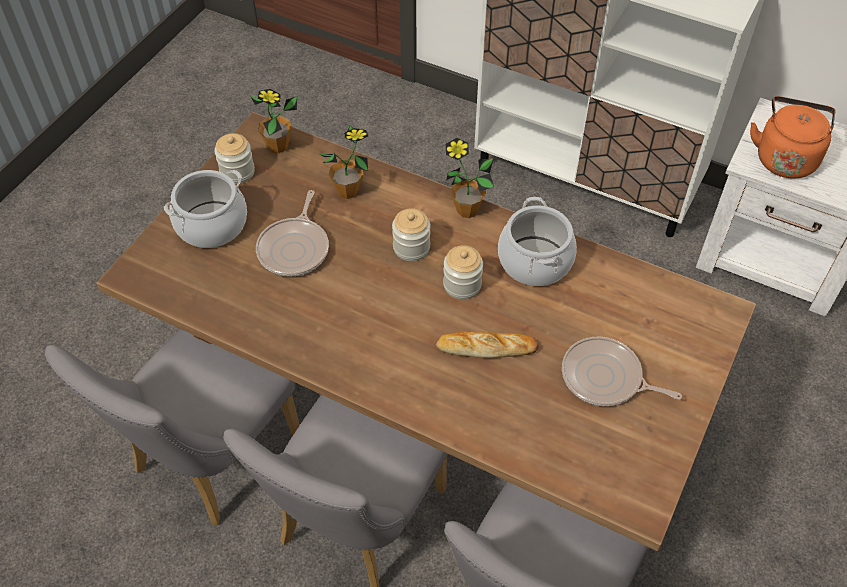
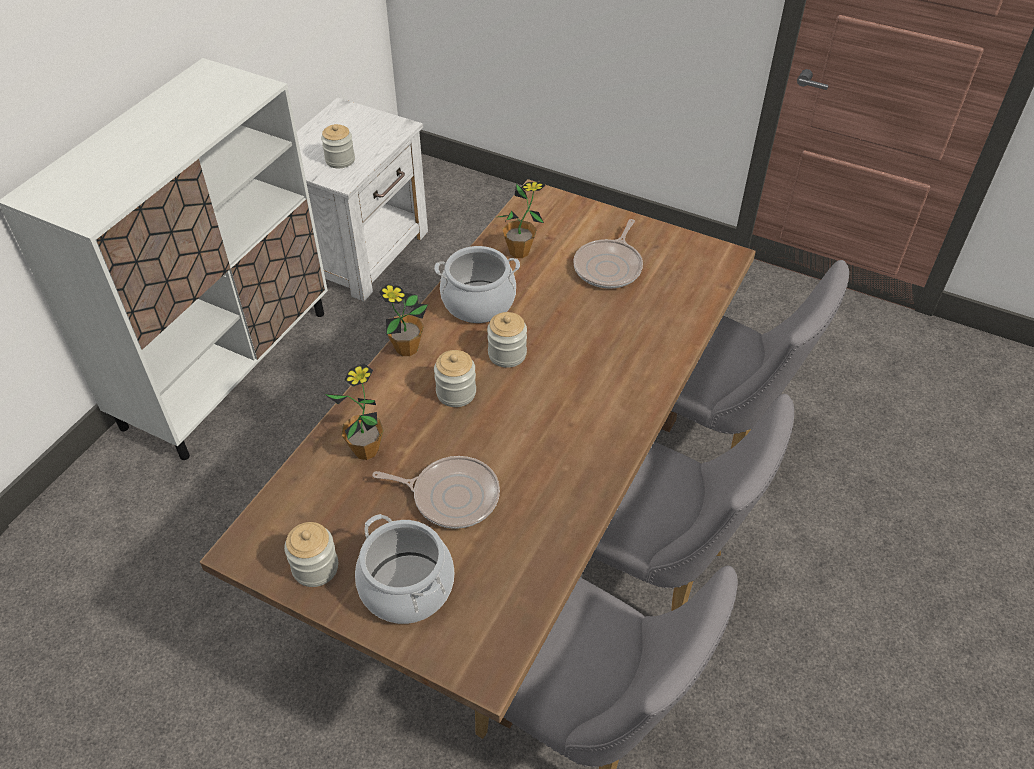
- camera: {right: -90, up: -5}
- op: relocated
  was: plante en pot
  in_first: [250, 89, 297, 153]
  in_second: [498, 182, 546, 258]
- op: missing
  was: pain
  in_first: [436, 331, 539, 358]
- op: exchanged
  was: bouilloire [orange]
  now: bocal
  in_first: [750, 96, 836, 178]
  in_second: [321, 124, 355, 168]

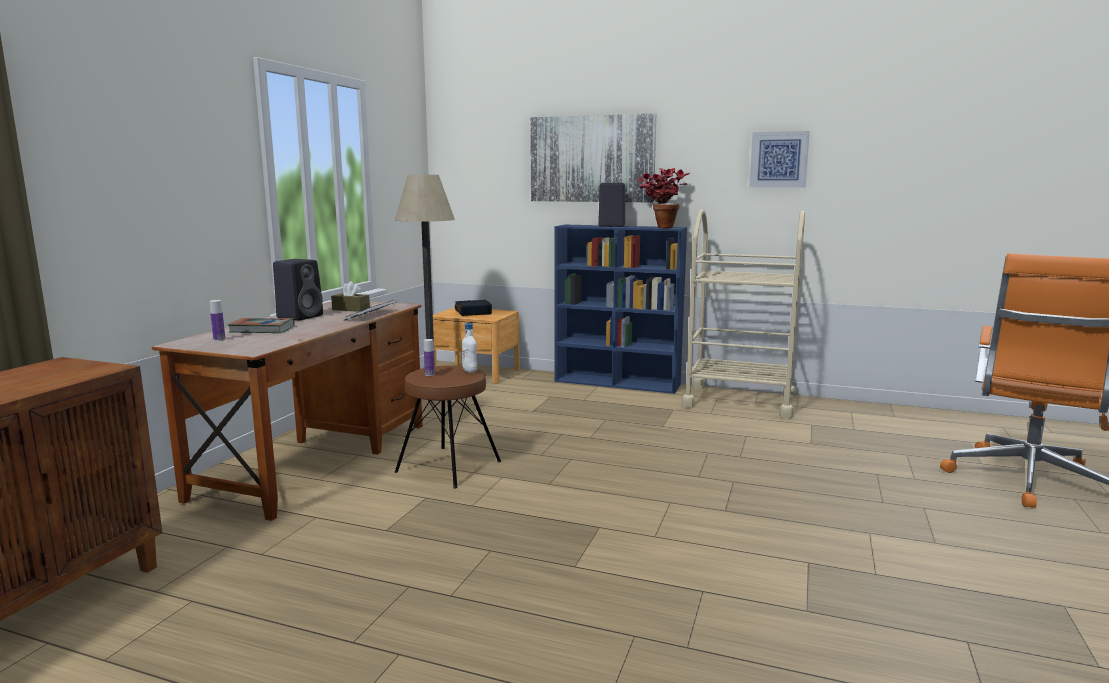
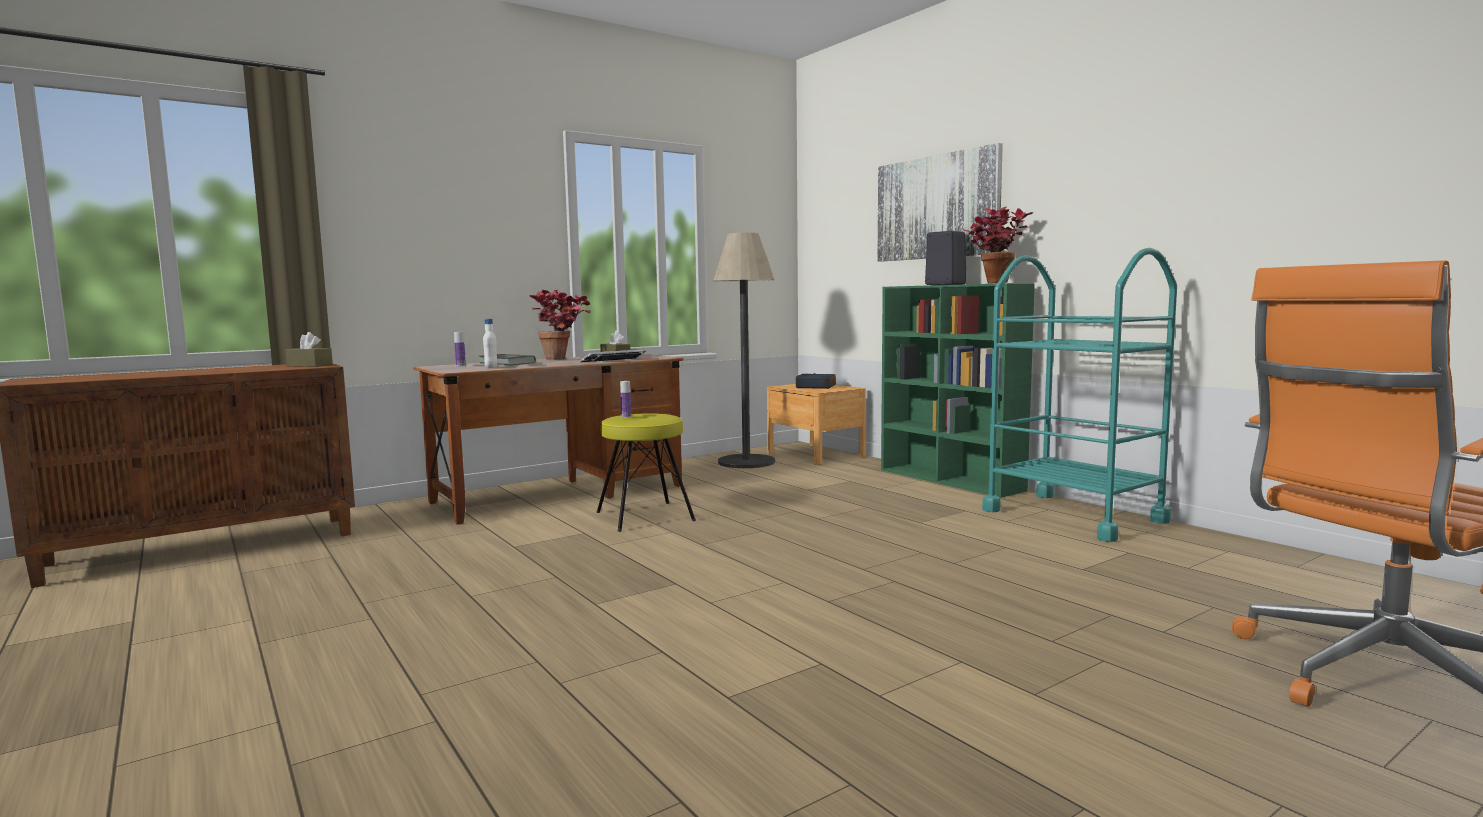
- camera: {right: 35, up: -5}
- op: exchanged
  was: enceinte [noir]
  now: plante en pot
  in_first: [273, 259, 323, 321]
  in_second: [529, 290, 591, 360]
- op: colour
  was: tabouret [marron]
  now: tabouret [jaune]
  in_first: [394, 365, 501, 489]
  in_second: [596, 413, 696, 532]
- op: relocated
  was: bouteille [blanc]
  in_first: [462, 323, 477, 373]
  in_second: [483, 319, 498, 368]
- op: colour
  was: bibliothèque [bleu]
  now: bibliothèque [vert]
  in_first: [554, 225, 687, 394]
  in_second: [881, 283, 1035, 498]
- op: colour
  was: chariot [beige]
  now: chariot [turquoise]
  in_first: [682, 209, 805, 419]
  in_second: [982, 248, 1177, 542]
- op: missing
  was: tableau
  in_first: [749, 131, 810, 188]
- op: appeared
  now: boîte à mouchoirs [marron]
  in_second: [285, 332, 333, 367]

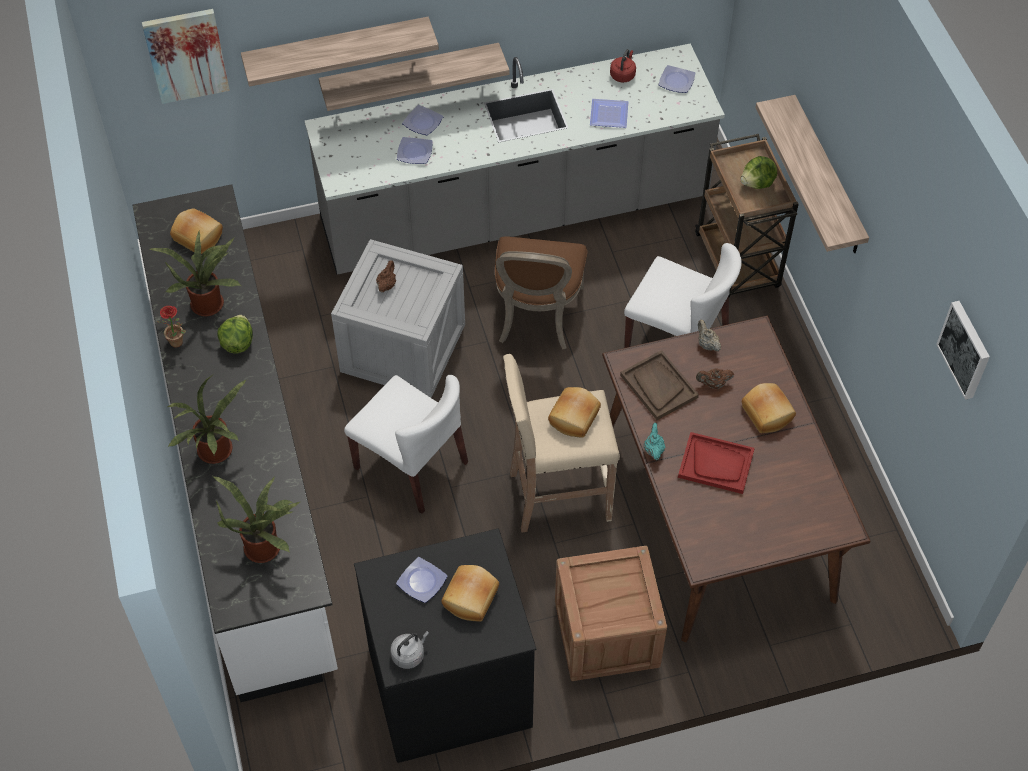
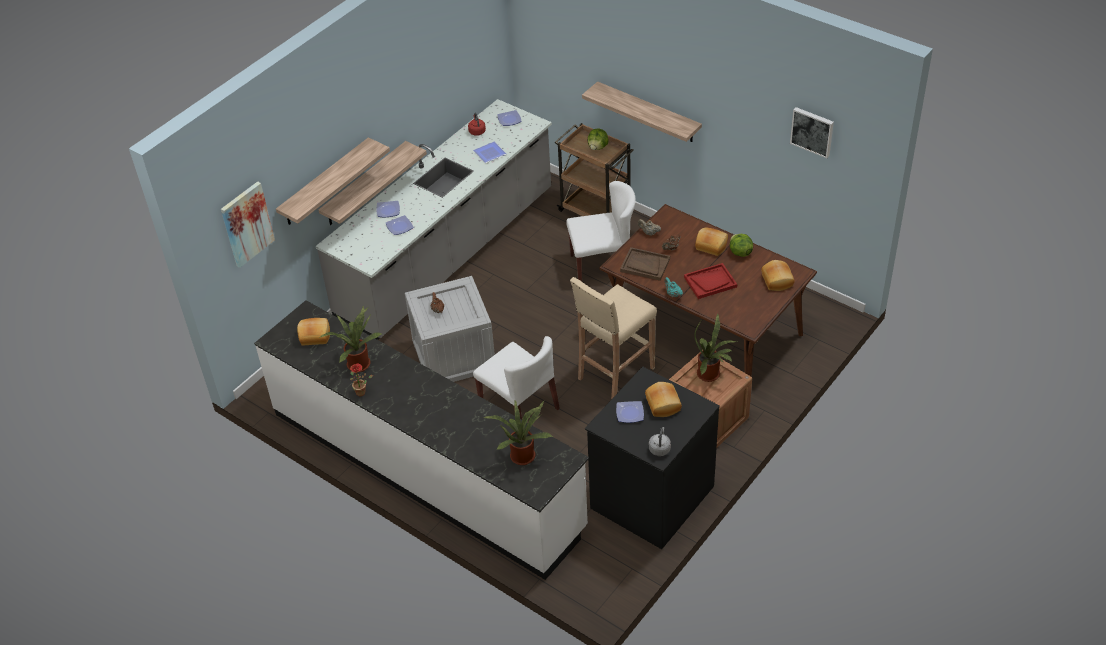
- camera: {right: -35, up: -10}
- op: relocated
  was: plante en pot
  in_first: [168, 374, 246, 464]
  in_second: [694, 314, 737, 382]
- op: relocated
  was: laitue
  in_first: [217, 315, 253, 353]
  in_second: [730, 234, 753, 257]
- op: spun
  was: chaise [blanc]
  in_first: [344, 375, 468, 514]
  in_second: [473, 336, 560, 420]
  clockwise: 45
- op: missing
  was: chaise [marron]
  in_first: [495, 236, 587, 349]
- op: relocated
  was: pain
  in_first: [548, 387, 601, 438]
  in_second: [761, 260, 795, 291]

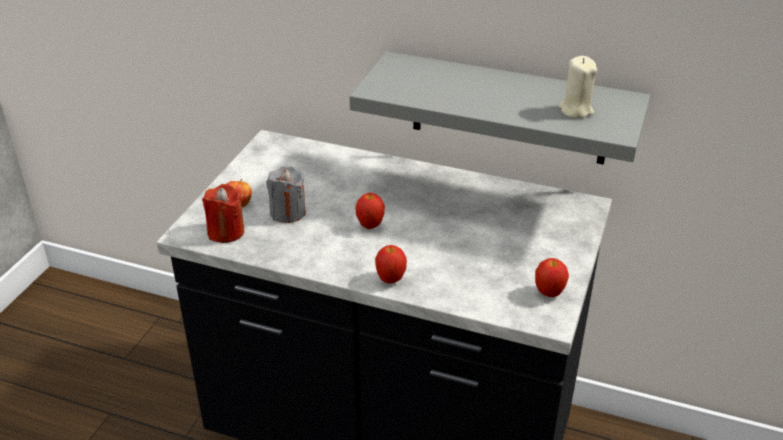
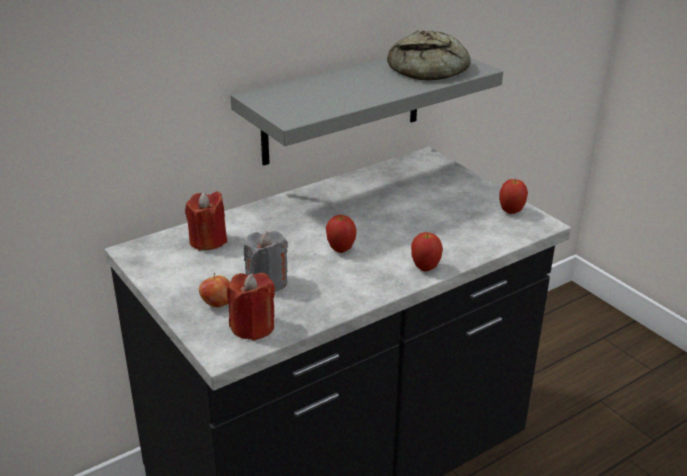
- camera: {right: -55, up: -5}
- op: exchanged
  was: bougie [beige]
  now: pain
  in_first: [558, 56, 597, 118]
  in_second: [387, 30, 471, 80]
- op: appeared
  now: bougie [rouge]
  in_second: [185, 191, 227, 251]

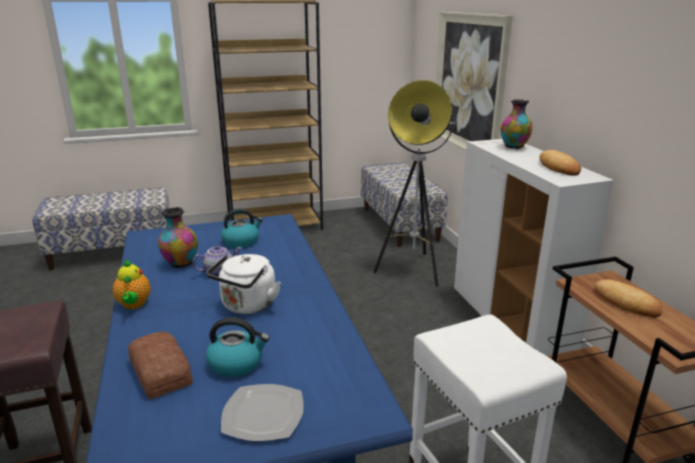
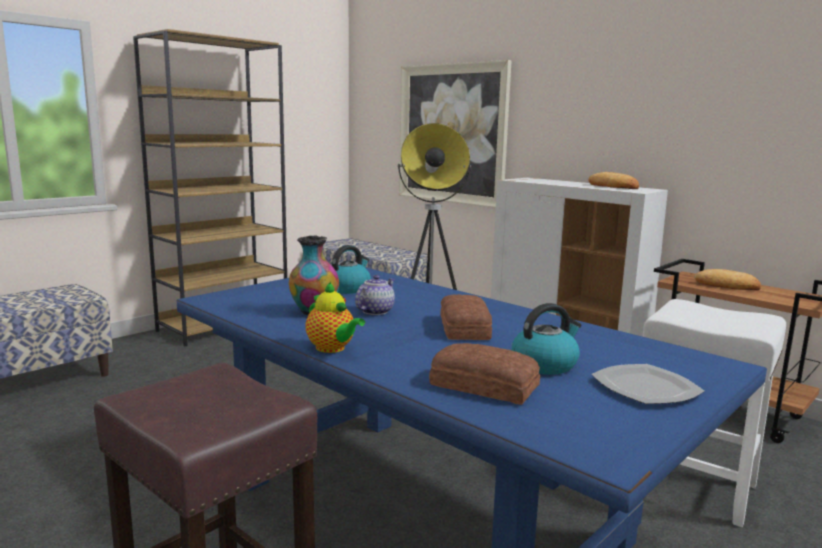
- camera: {right: -30, up: -10}
- op: exchanged
  was: bouilloire [blanc]
  now: pain
  in_first: [207, 254, 281, 314]
  in_second: [441, 294, 492, 340]
- op: missing
  was: vase
  in_first: [500, 99, 533, 149]

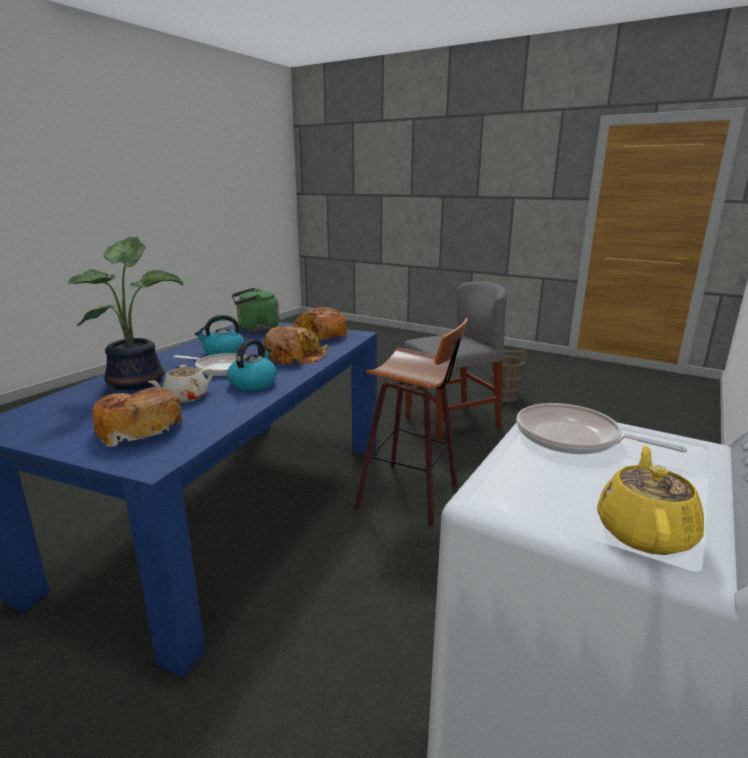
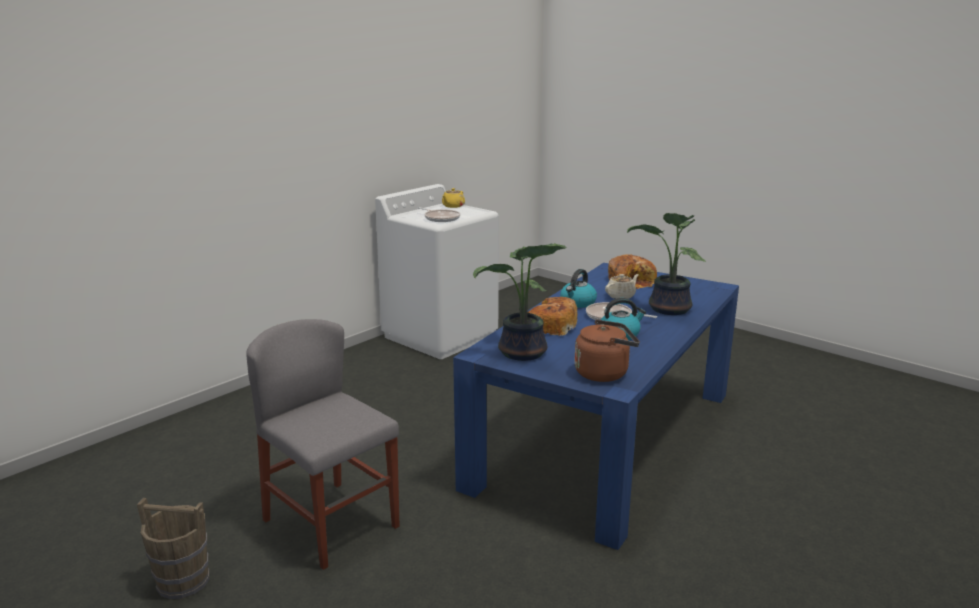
- camera: {right: -170, up: 0}
- op: colour
  was: bouilloire [vert]
  now: bouilloire [marron]
  in_first: [232, 288, 280, 332]
  in_second: [574, 320, 640, 382]
- op: exchanged
  was: pain
  now: plante en pot
  in_first: [294, 307, 348, 340]
  in_second: [473, 243, 567, 361]
- op: missing
  was: tabouret
  in_first: [354, 318, 468, 526]
- op: spun
  was: chaise [gris]
  in_first: [404, 281, 507, 443]
  in_second: [246, 319, 400, 570]
  clockwise: 60

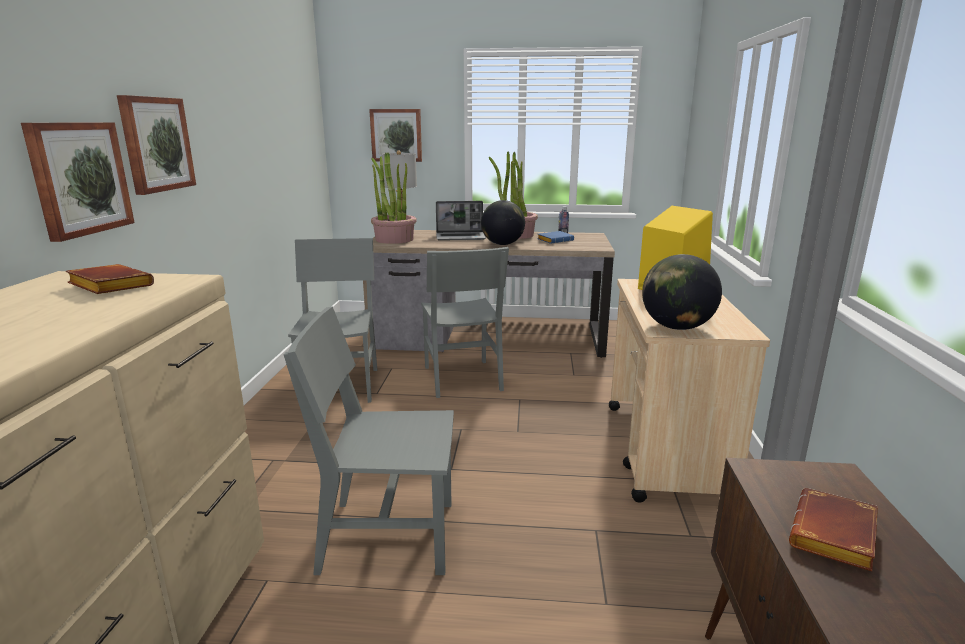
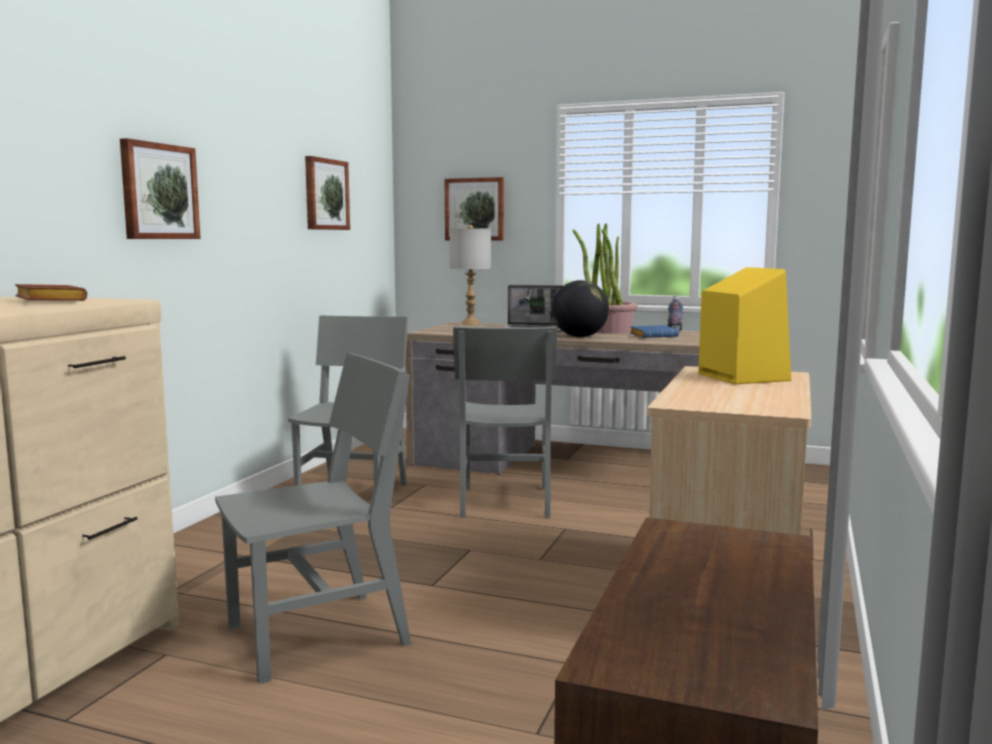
- camera: {right: 15, up: -10}
- op: relocated
  was: tableau
  in_first: [21, 122, 135, 242]
  in_second: [305, 156, 350, 230]
- op: spun
  was: chaise [gris]
  in_first: [283, 306, 454, 575]
  in_second: [215, 353, 411, 684]
  clockwise: 135
- op: missing
  was: plante en pot
  in_first: [371, 152, 417, 244]
- op: missing
  was: globe
  in_first: [642, 254, 722, 330]
- op: missing
  was: livre [marron]
  in_first: [789, 488, 878, 571]

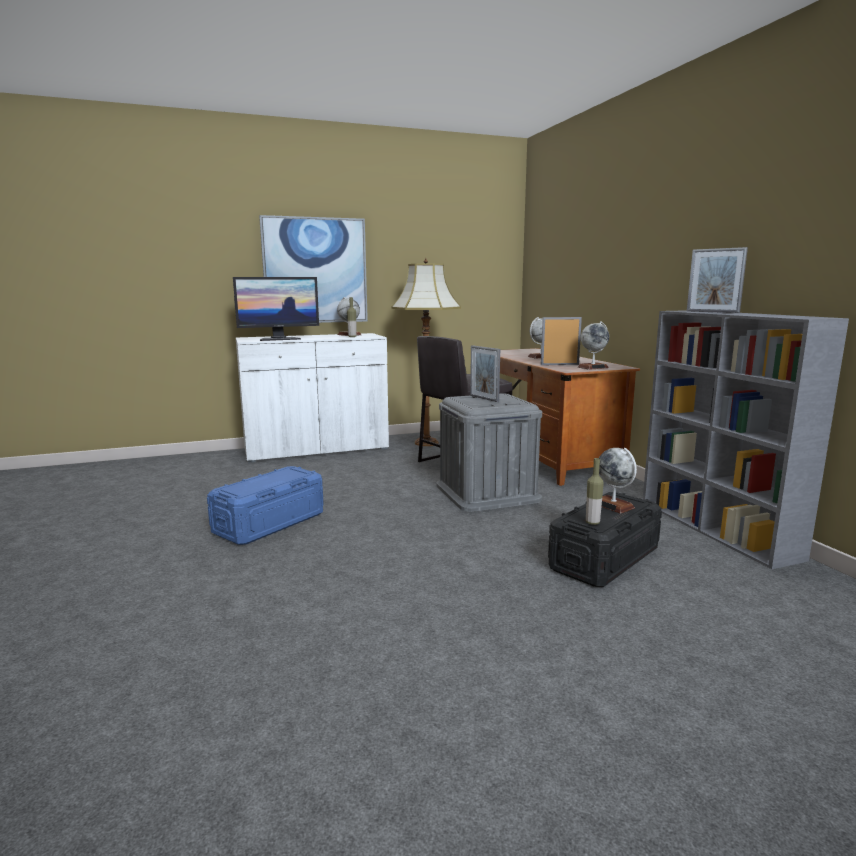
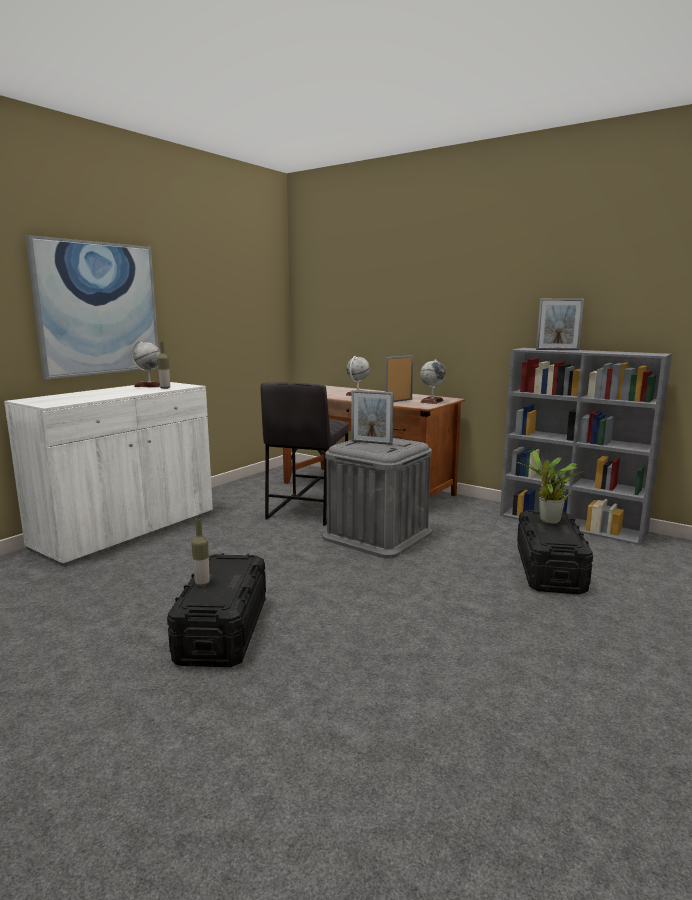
- camera: {right: -35, up: 0}
- op: colour
  was: boîte de rangement [bleu]
  now: boîte de rangement [noir]
  in_first: [207, 466, 323, 545]
  in_second: [167, 553, 266, 667]
- op: missing
  was: écran d'ordinateur
  in_first: [233, 277, 319, 341]
- op: missing
  was: lampadaire
  in_first: [392, 258, 461, 446]
- op: relocated
  was: bouteille
  in_first: [586, 458, 604, 525]
  in_second: [191, 518, 210, 586]
- op: exchanged
  was: globe
  now: plante en pot
  in_first: [599, 448, 637, 514]
  in_second: [517, 450, 586, 524]

